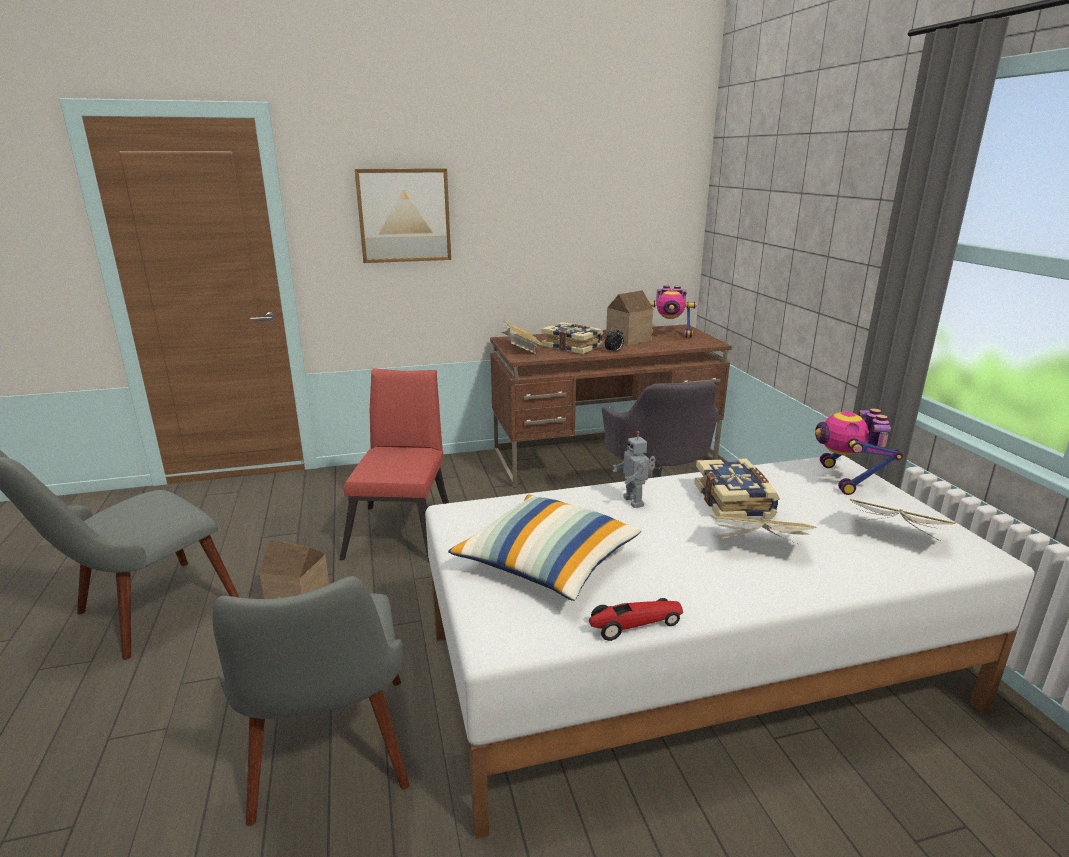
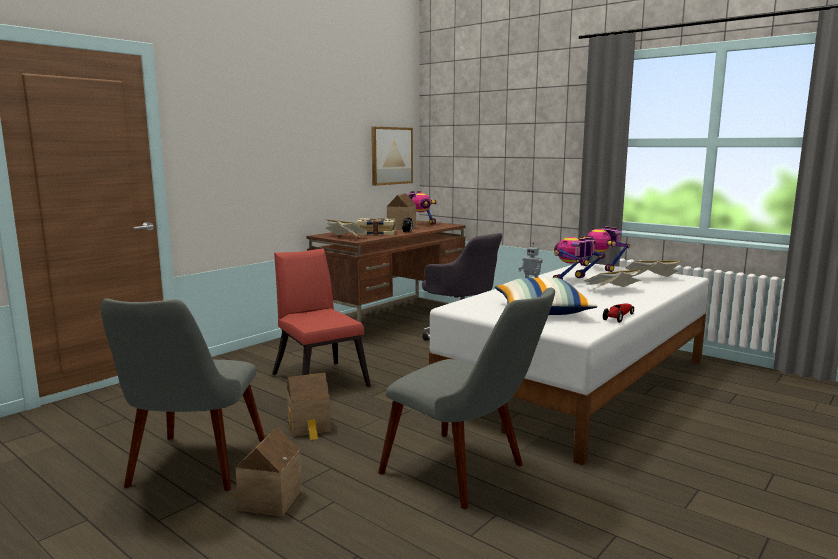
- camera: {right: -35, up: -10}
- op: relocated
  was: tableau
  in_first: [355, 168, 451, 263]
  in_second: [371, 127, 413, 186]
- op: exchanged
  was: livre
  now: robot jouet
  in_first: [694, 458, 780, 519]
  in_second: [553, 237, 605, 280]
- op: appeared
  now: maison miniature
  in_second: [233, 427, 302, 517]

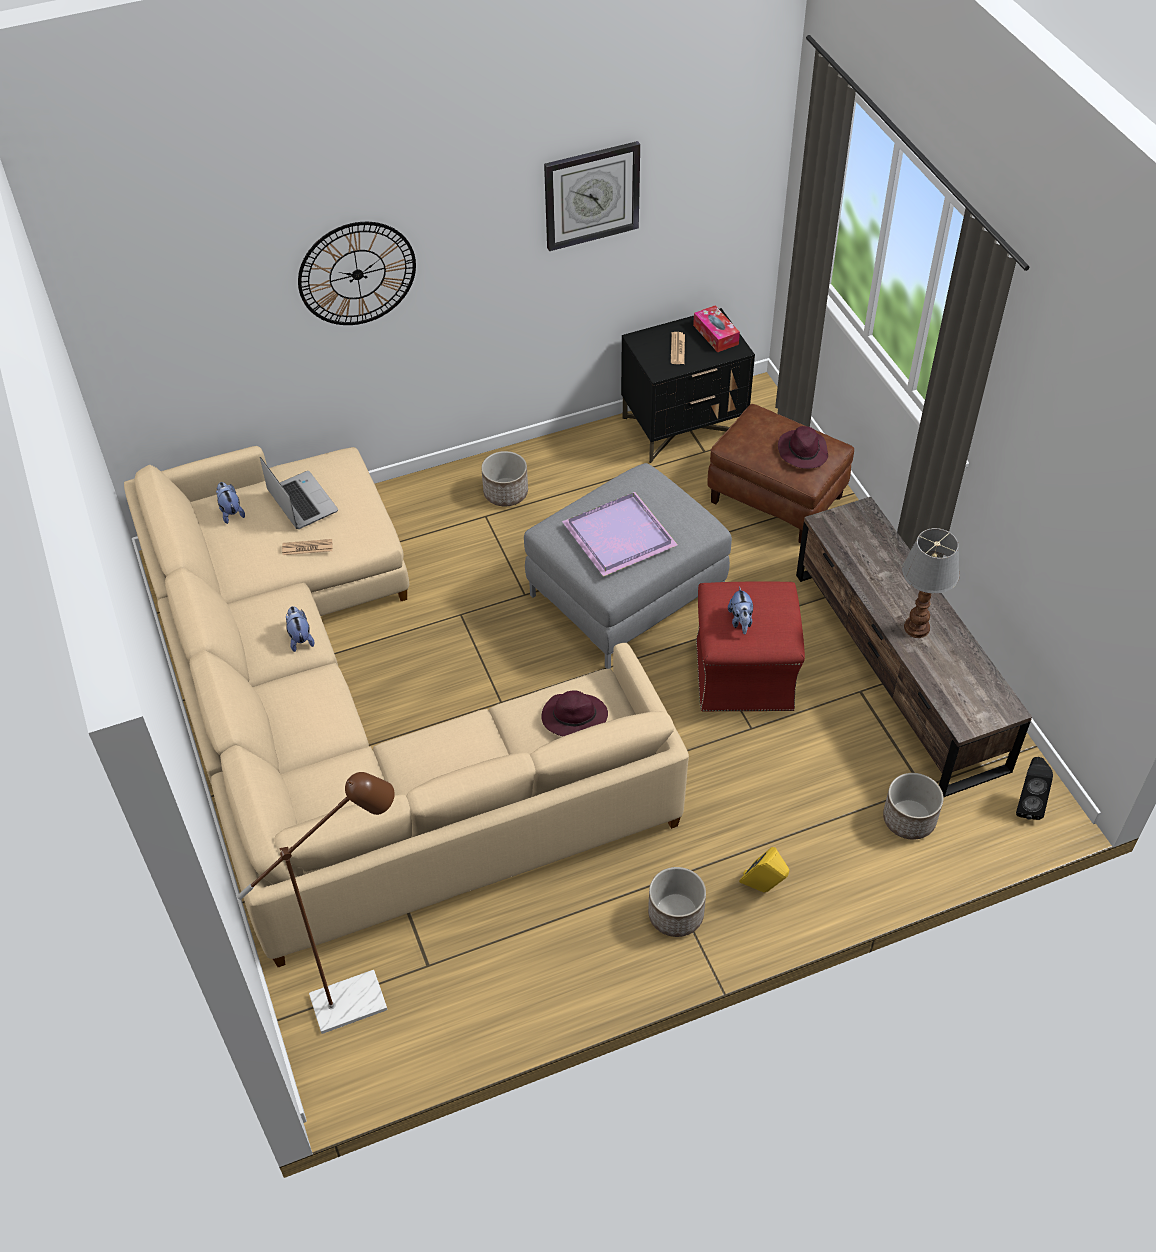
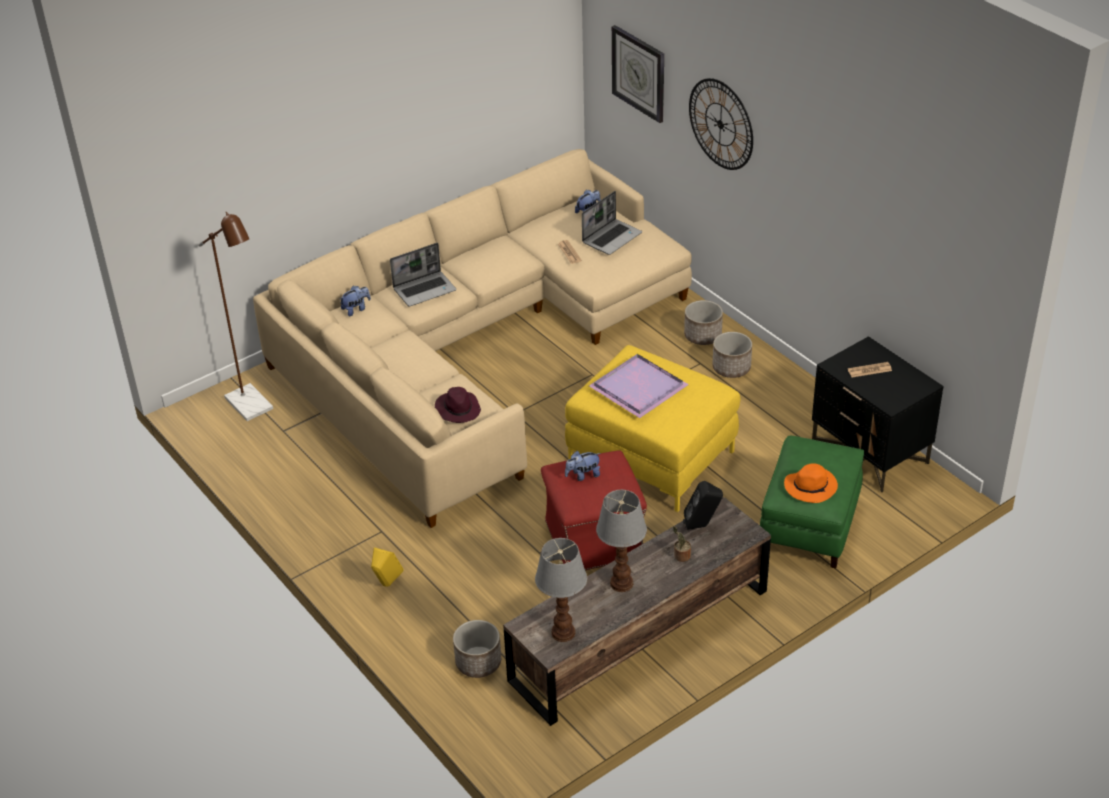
- camera: {right: 75, up: -10}
- op: relocated
  was: peluche
  in_first: [286, 606, 314, 652]
  in_second: [340, 286, 371, 316]
- op: colour
  was: pouf [gris]
  now: pouf [jaune]
  in_first: [524, 463, 732, 669]
  in_second: [565, 345, 740, 512]
- op: relocated
  was: horloge murale
  in_first: [544, 141, 640, 251]
  in_second: [612, 25, 664, 123]
- op: relocated
  was: cache-pot
  in_first: [648, 867, 706, 937]
  in_second: [684, 300, 723, 345]
- op: missing
  was: boîte à mouchoirs
  in_first: [693, 306, 740, 352]
- op: colour
  was: pouf [marron]
  now: pouf [vert]
  in_first: [707, 404, 854, 544]
  in_second: [760, 436, 864, 569]
- op: colour
  was: chapeau [violet]
  now: chapeau [orange]
  in_first: [778, 426, 828, 469]
  in_second: [784, 463, 838, 503]
- op: relocated
  was: enceinte [noir]
  in_first: [1016, 757, 1053, 820]
  in_second: [683, 481, 723, 530]
- op: appeared
  now: ordinateur portable
  in_second: [390, 243, 457, 307]
- op: appeared
  now: lampe de table
  in_second: [535, 538, 587, 642]
- op: appeared
  now: plante en pot
  in_second: [673, 526, 691, 562]

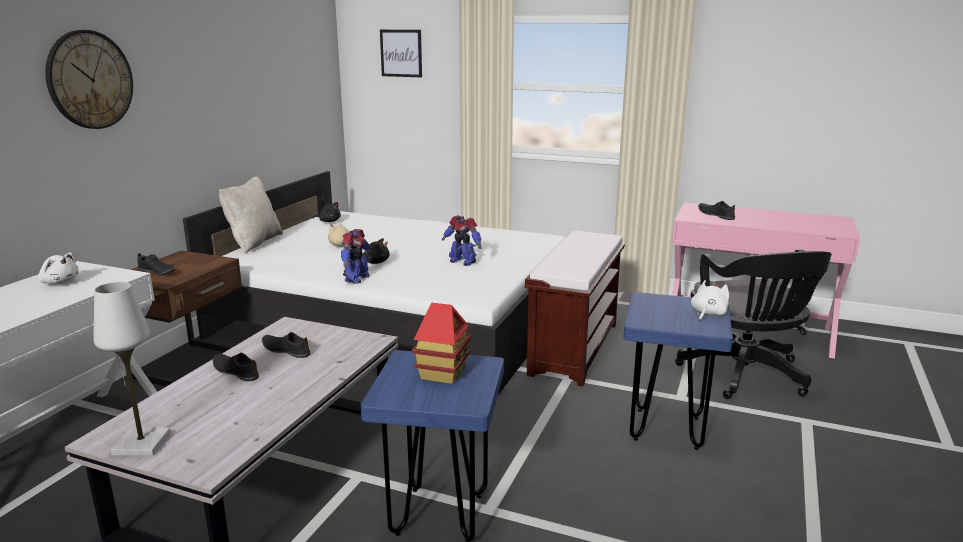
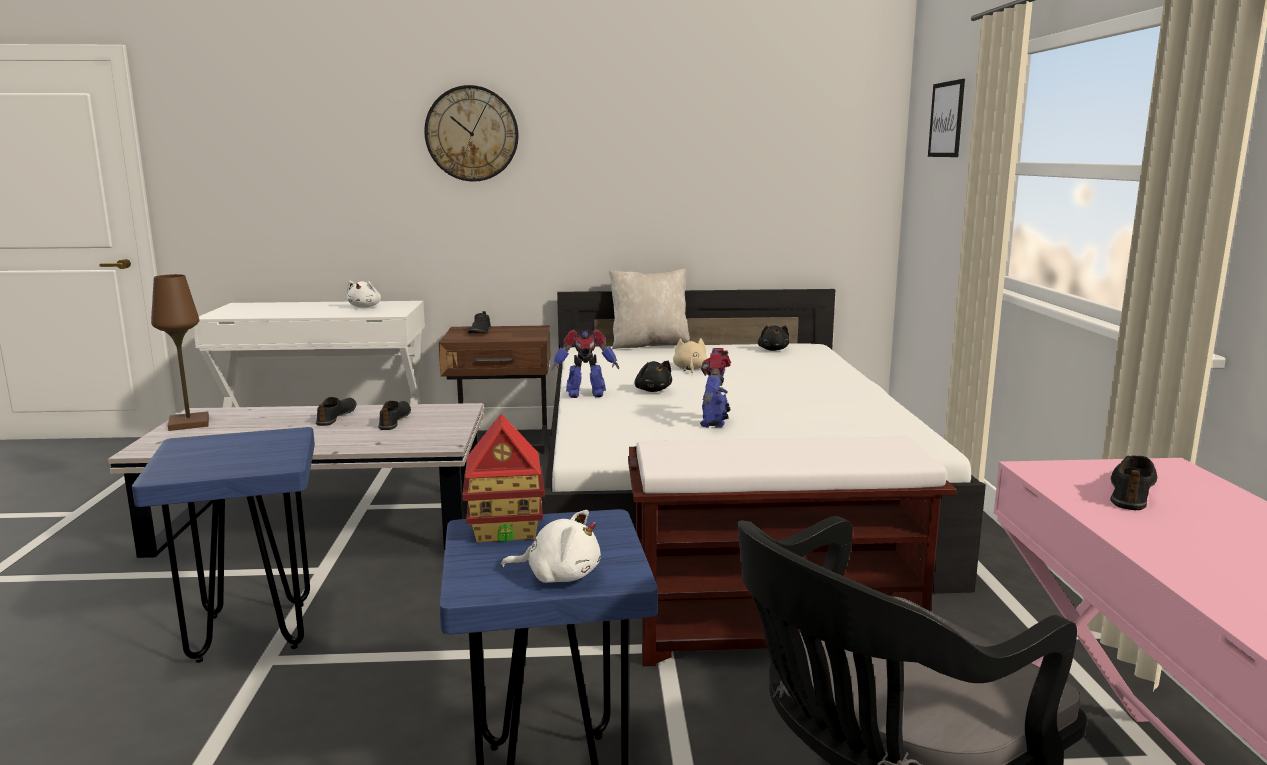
- camera: {right: 65, up: -5}
- op: colour
  was: lampe de table [blanc]
  now: lampe de table [marron]
  in_first: [94, 282, 171, 456]
  in_second: [151, 274, 209, 431]
- op: relocated
  was: maison miniature
  in_first: [412, 303, 471, 384]
  in_second: [462, 414, 545, 543]

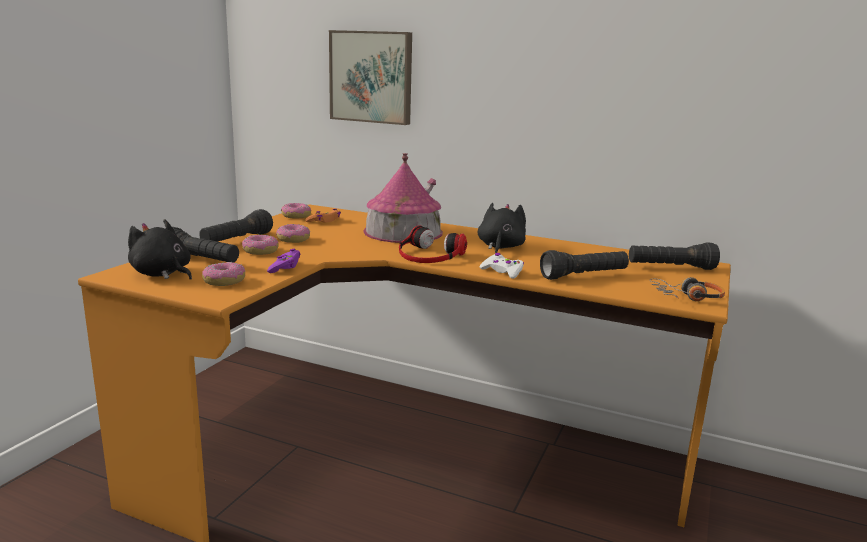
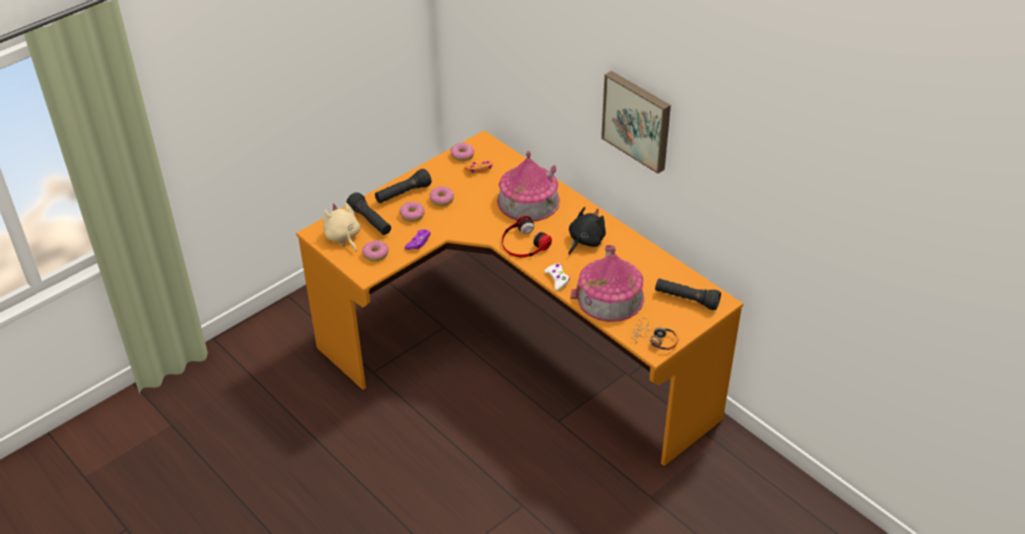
- camera: {right: 25, up: 25}
- op: colour
  was: peluche [noir]
  now: peluche [beige]
  in_first: [128, 219, 192, 280]
  in_second: [323, 203, 361, 252]
- op: relocated
  was: tableau
  in_first: [329, 30, 412, 125]
  in_second: [601, 71, 671, 174]
- op: exchanged
  was: lampe de poche [noir]
  now: maison miniature
  in_first: [540, 250, 629, 280]
  in_second: [570, 245, 644, 322]

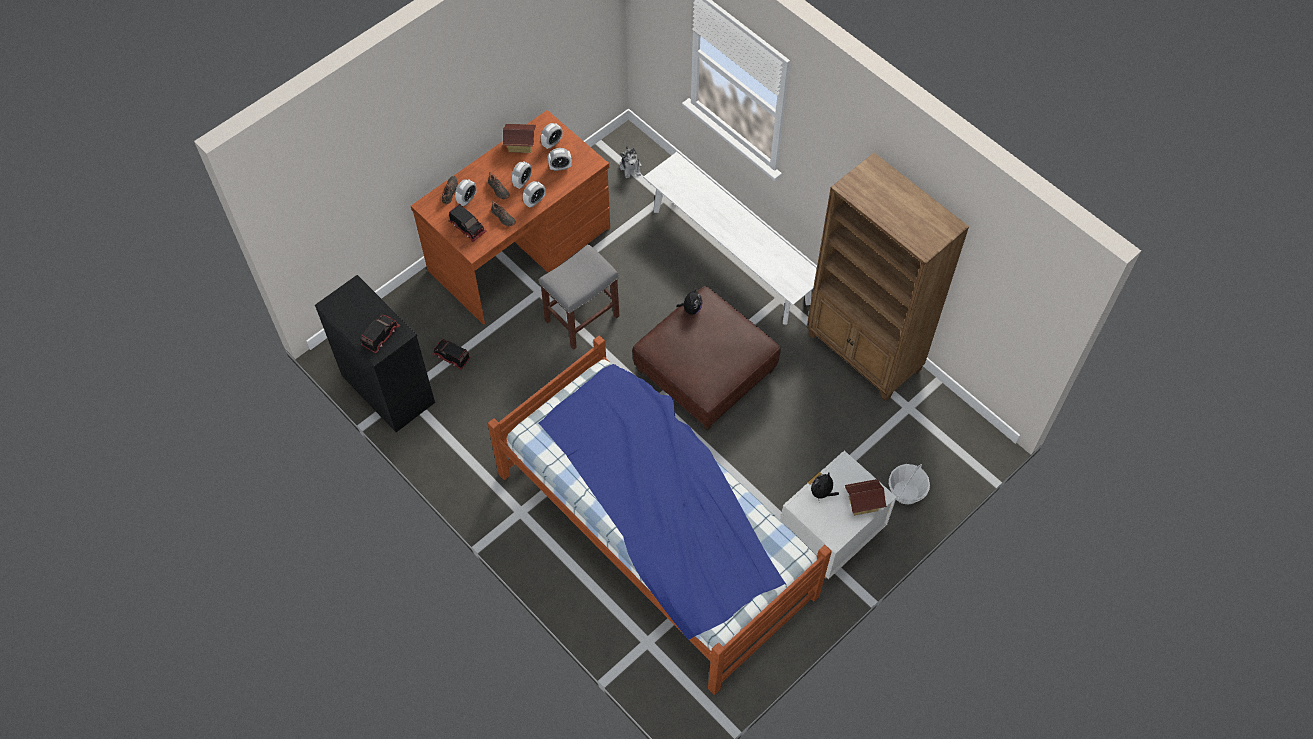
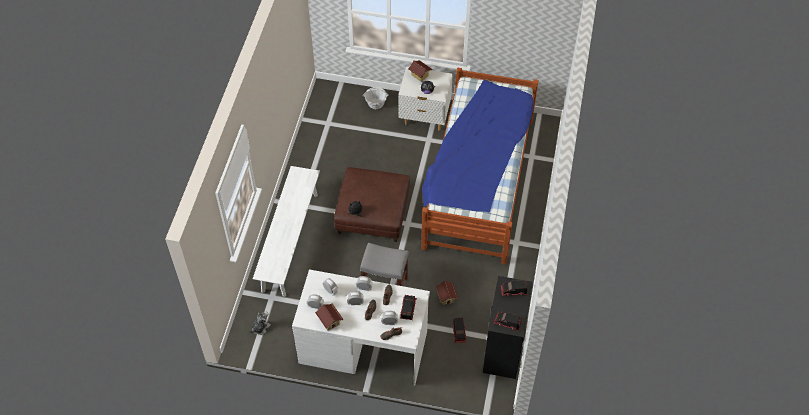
- camera: {right: -125, up: -5}
- op: colour
  was: bureau [marron]
  now: bureau [blanc]
  in_first: [411, 110, 610, 325]
  in_second: [292, 269, 430, 386]
- op: missing
  was: bibliothèque [marron]
  in_first: [807, 153, 969, 401]
- op: appeared
  now: maison miniature
  in_second: [436, 281, 459, 305]
- op: appeared
  now: camion jouet
  in_second: [494, 311, 522, 332]

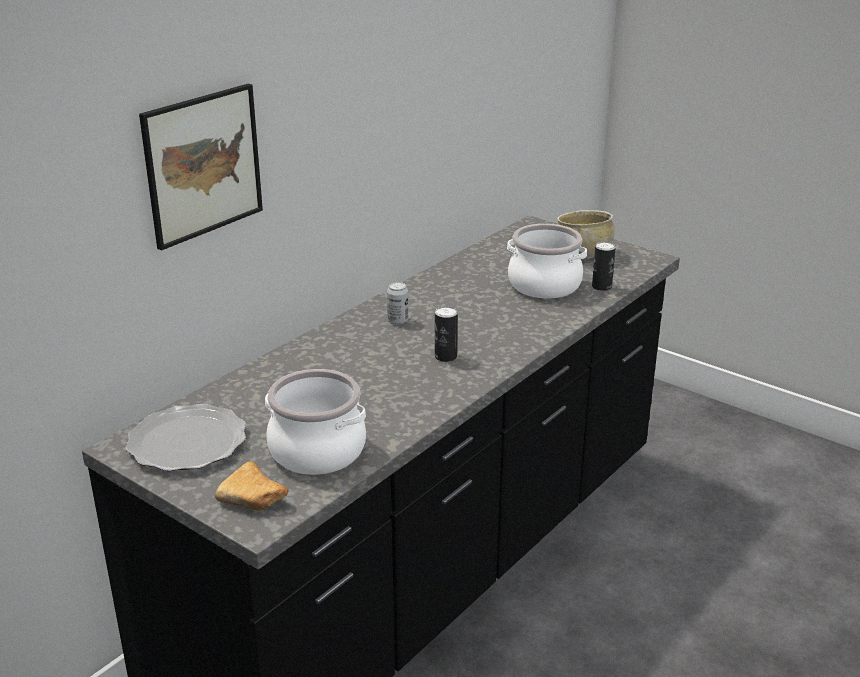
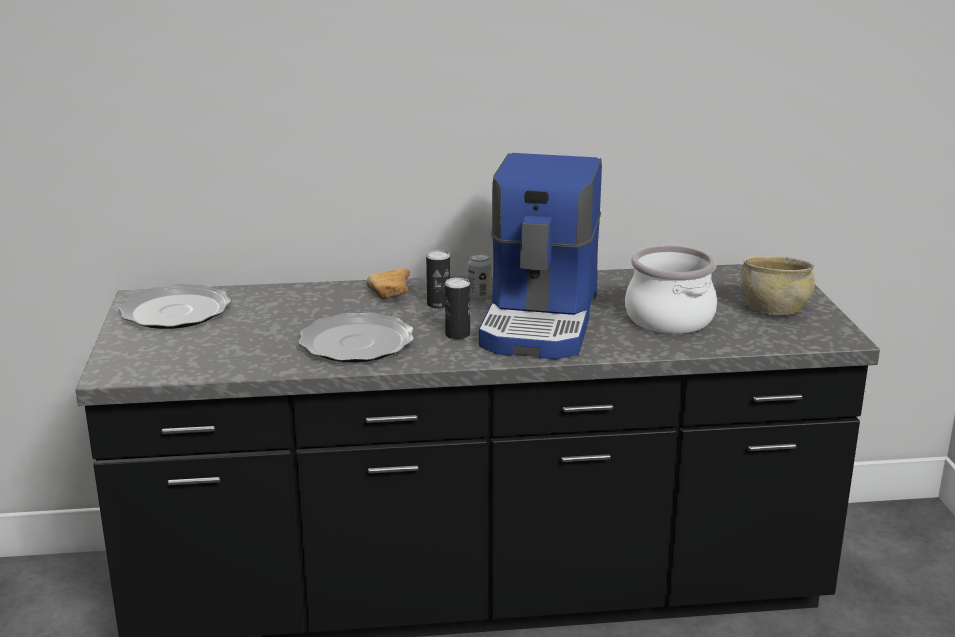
- camera: {right: 45, up: -5}
- op: missing
  was: tableau
  in_first: [139, 83, 263, 251]
- op: relocated
  was: pain
  in_first: [215, 461, 289, 511]
  in_second: [366, 268, 410, 299]
- op: missing
  was: marmite
  in_first: [265, 369, 366, 475]
- op: relocated
  was: boîte métallique
  in_first: [592, 241, 616, 291]
  in_second: [426, 250, 450, 309]
- op: appeared
  now: assiette
  in_second: [298, 312, 414, 363]
- op: appeared
  now: machine à café
  in_second: [479, 153, 602, 359]

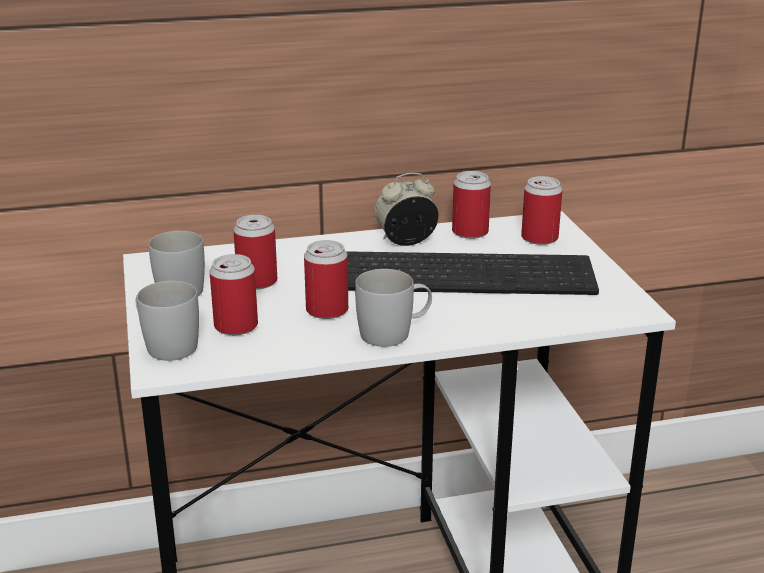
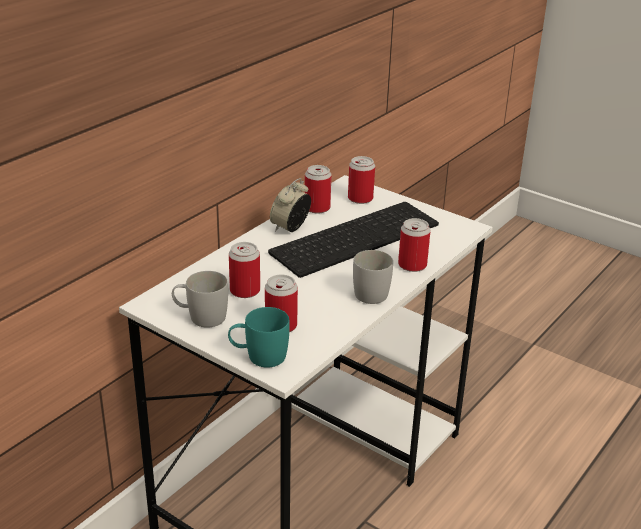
- camera: {right: -40, up: 5}
- op: colour
  was: mug [blanc]
  now: mug [turquoise]
  in_first: [136, 281, 199, 361]
  in_second: [228, 307, 290, 368]
- op: relocated
  was: boîte métallique
  in_first: [304, 240, 348, 319]
  in_second: [398, 218, 431, 272]

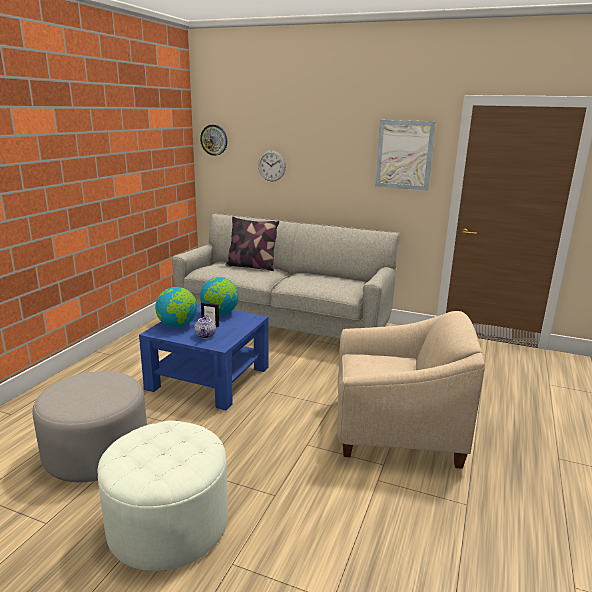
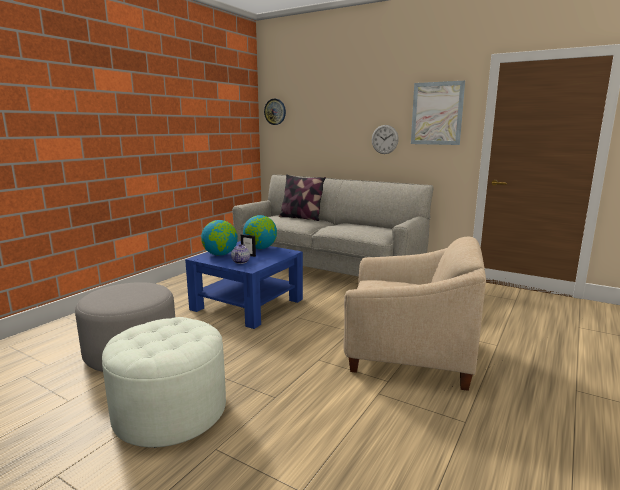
- camera: {right: 10, up: -5}
- op: relocated
  was: horloge murale
  in_first: [258, 150, 286, 181]
  in_second: [372, 125, 399, 154]

